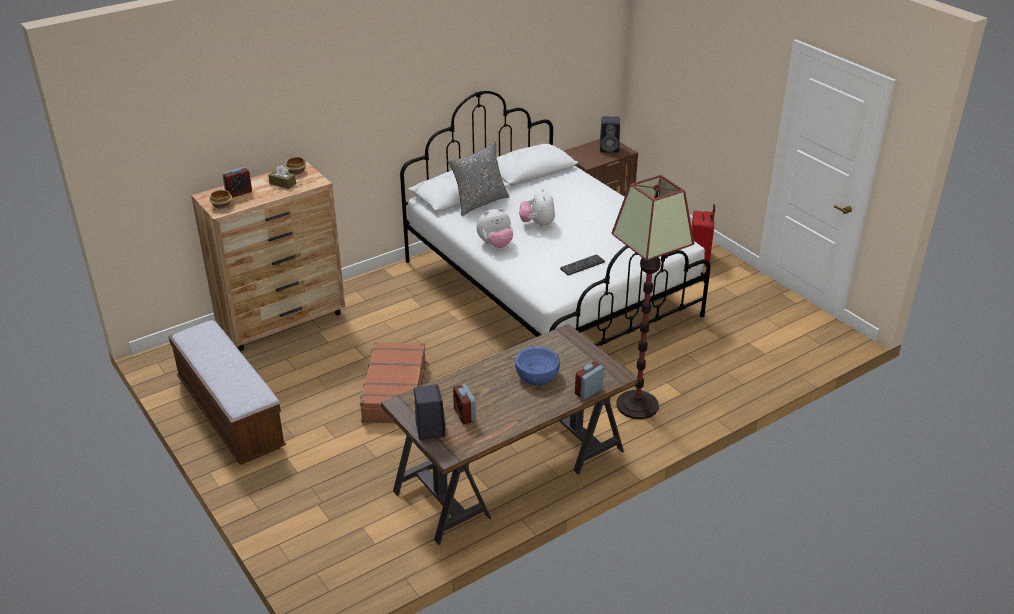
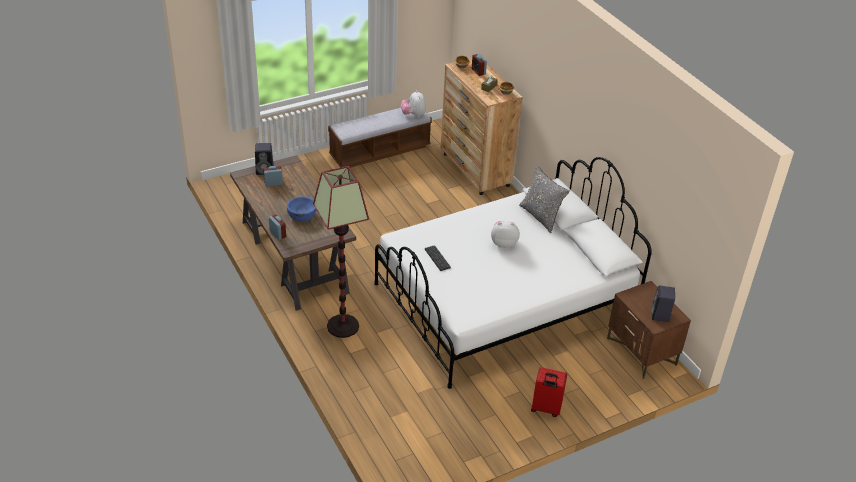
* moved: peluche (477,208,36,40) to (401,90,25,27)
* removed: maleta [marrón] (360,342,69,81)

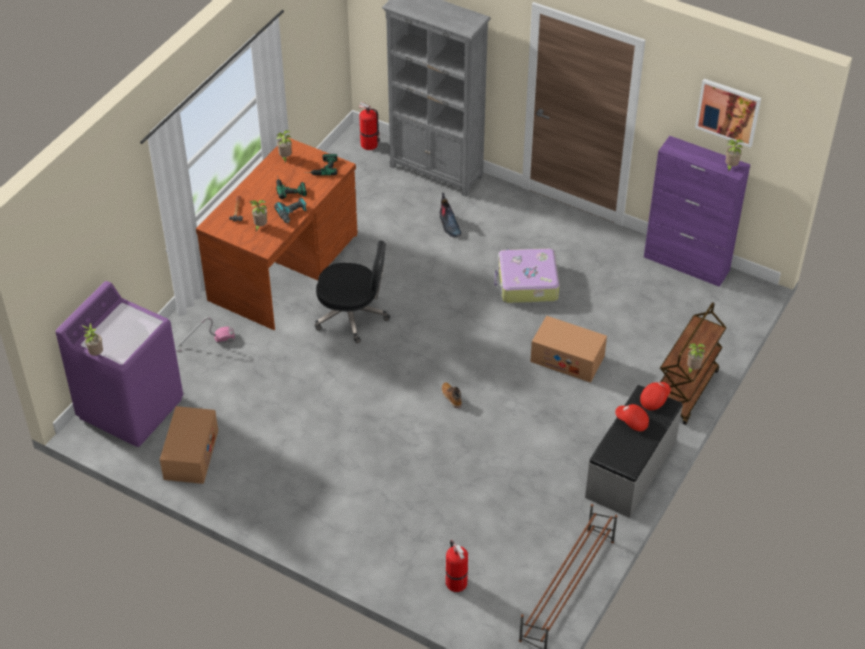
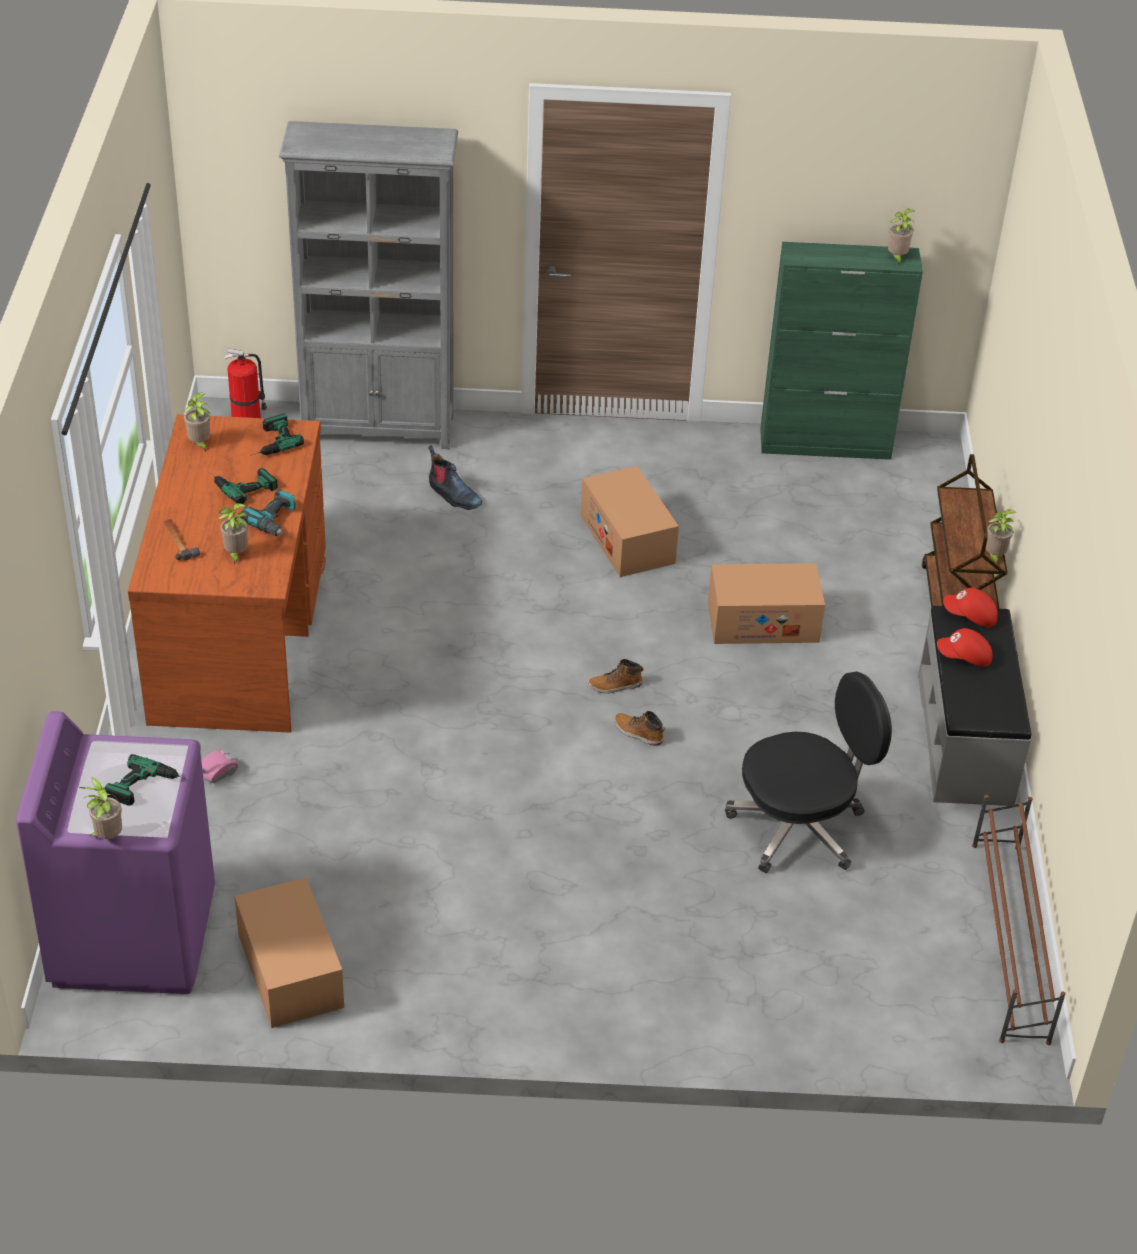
* removed: cuadro (695,79,66,69)
* recoloured: armario [morado] (644,136,107,151) to armario [verde] (760,242,163,218)
* moved: silla de oficina [negro] (315,240,75,103) to (725,671,167,202)
* replaced: maleta (494,248,66,55) to caja de cartón (581,466,98,111)
* turned: gorra [rojo] (640,382,31,28) = (943,588,55,39) 90 degrees counterclockwise
* removed: extintor (446,540,22,52)
* added: bota (588,659,55,34)
* added: taladro (105,754,84,52)

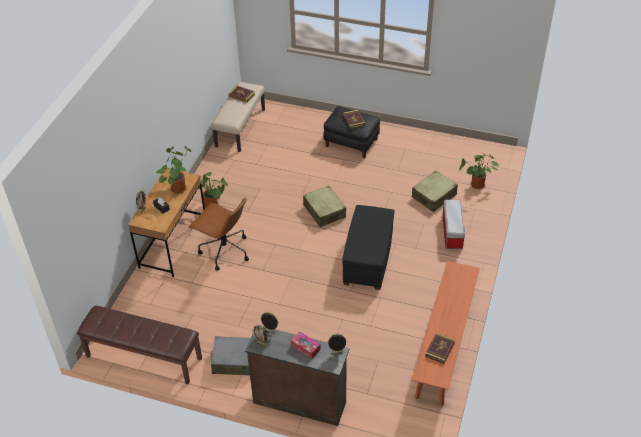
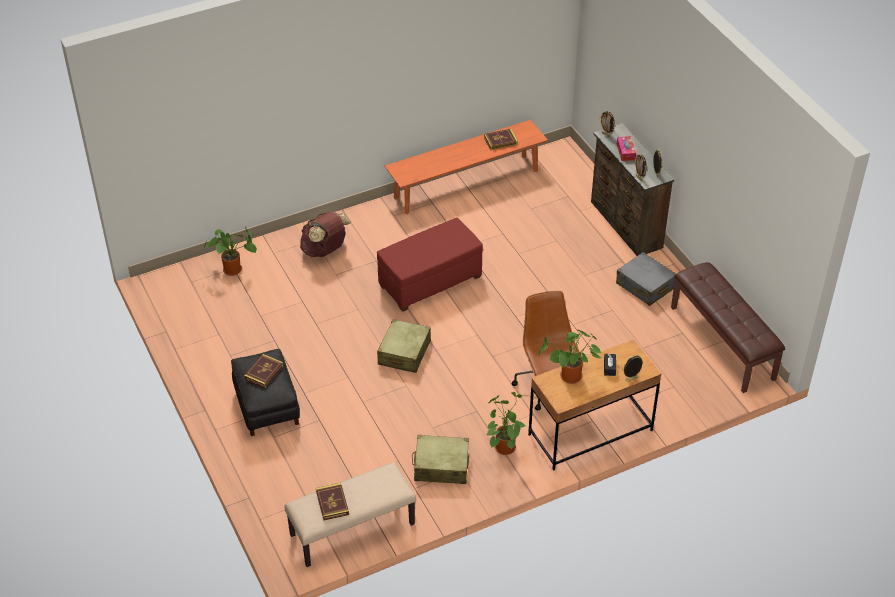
* moved: maleta [beis] (412,171,46,41) to (412,435,57,49)
* replaced: caja de almacenaje (442,200,23,49) to mochila [marrón] (300,211,51,46)
* recoloured: puf [negro] (342,205,53,85) to puf [rojo] (377,218,106,94)

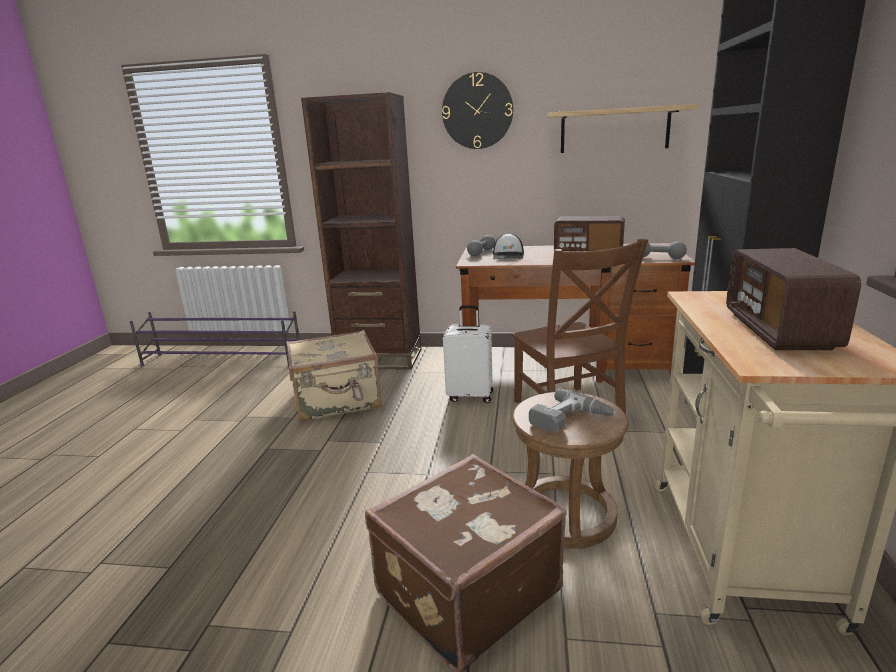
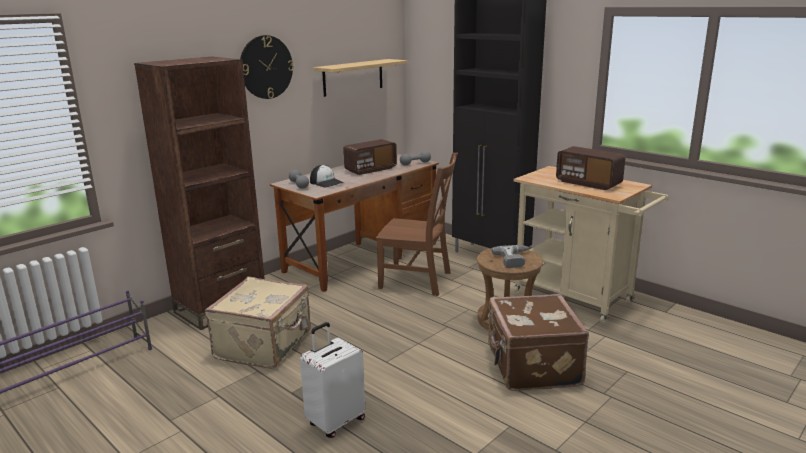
* moved: maleta [blanco] (443,305,50,98) to (300,322,65,116)

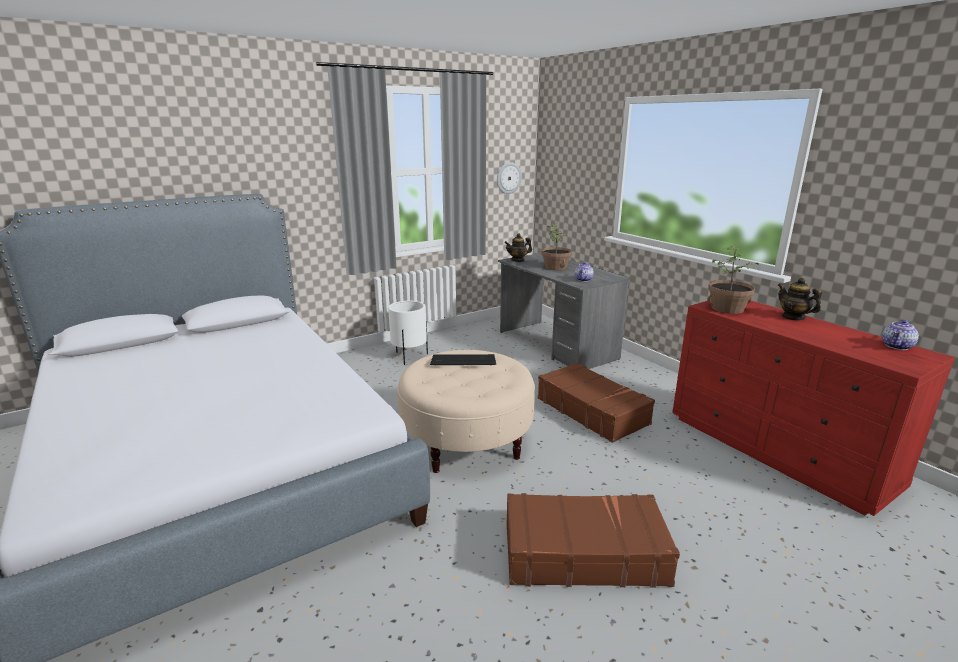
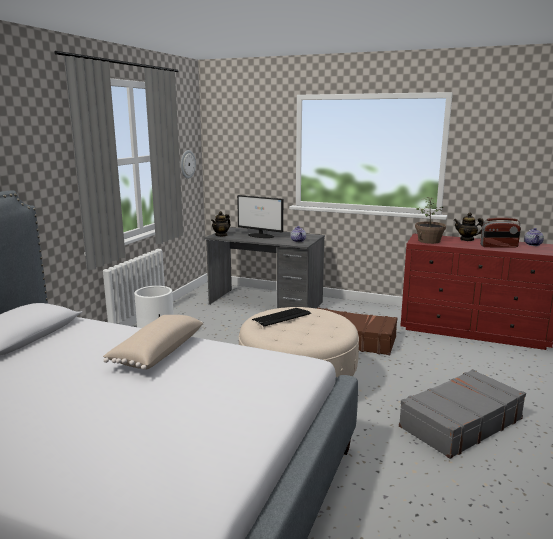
* replaced: planta en maceta (541,223,31,47) to monitor (237,195,46,43)
* recoloured: maleta [marrón] (507,493,173,95) to maleta [gris] (399,369,127,90)
* added: radio (480,218,41,30)
* added: cojín [beis] (103,315,100,55)

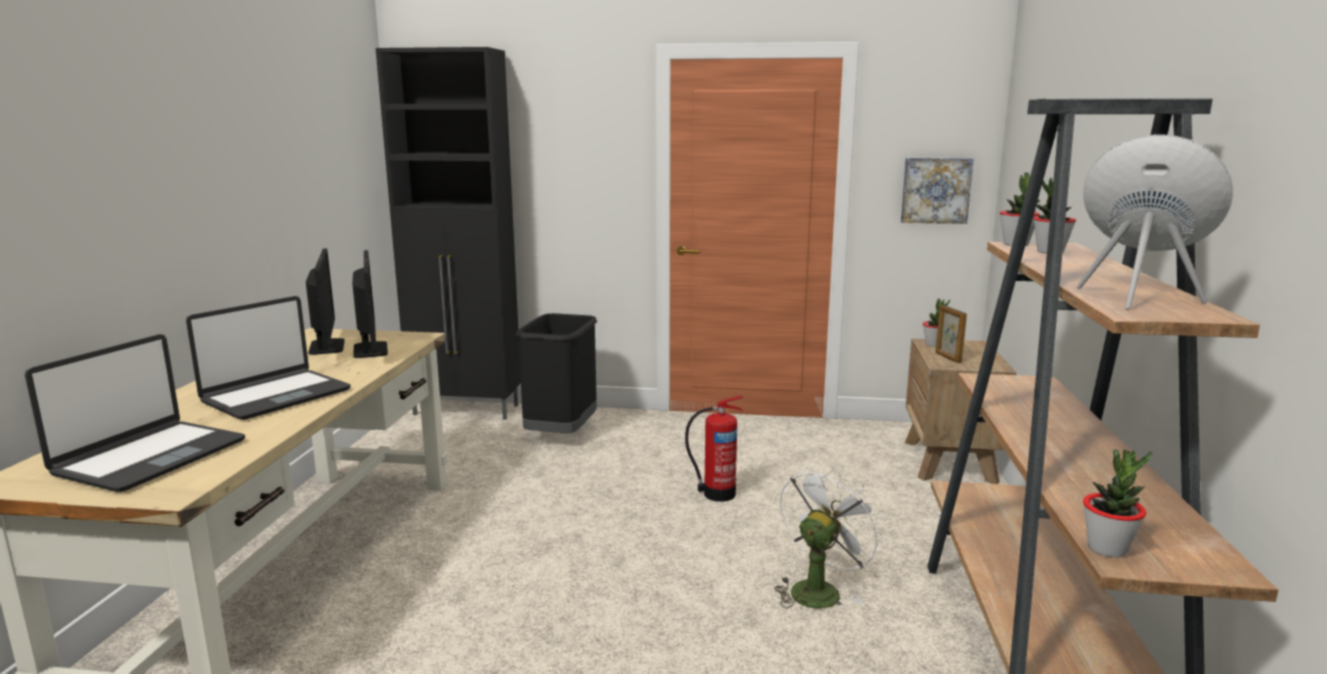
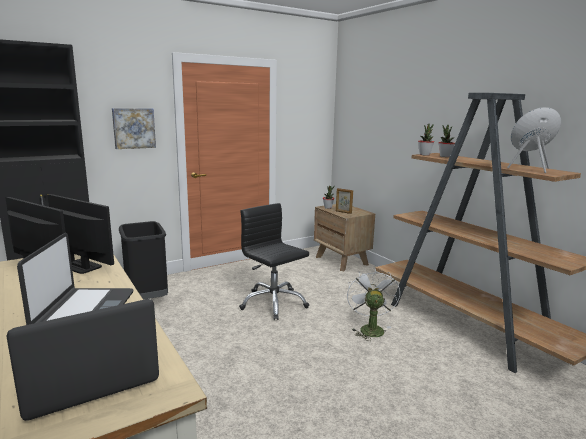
* moved: cuadro (901,157,73,67) to (112,108,44,41)
* turned: portátil (25,334,220,158) = (6,299,153,122) 105 degrees counterclockwise
* replaced: extintor (685,395,58,107) to silla de oficina [negro] (239,203,70,117)
* removed: planta en maceta (1083,449,69,108)

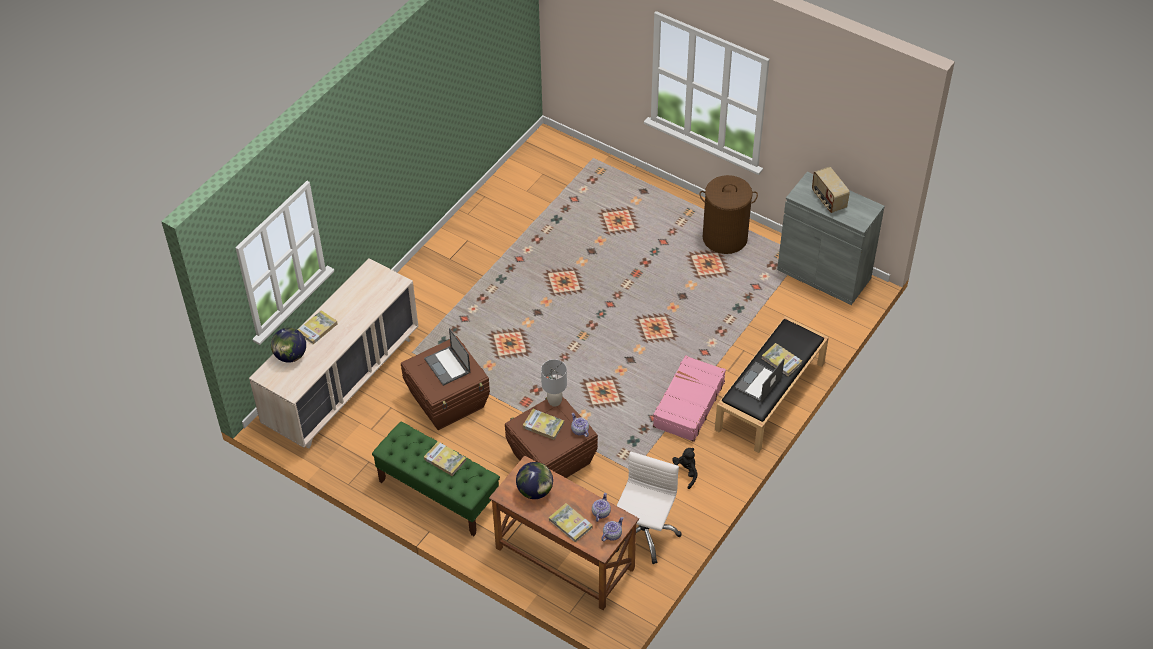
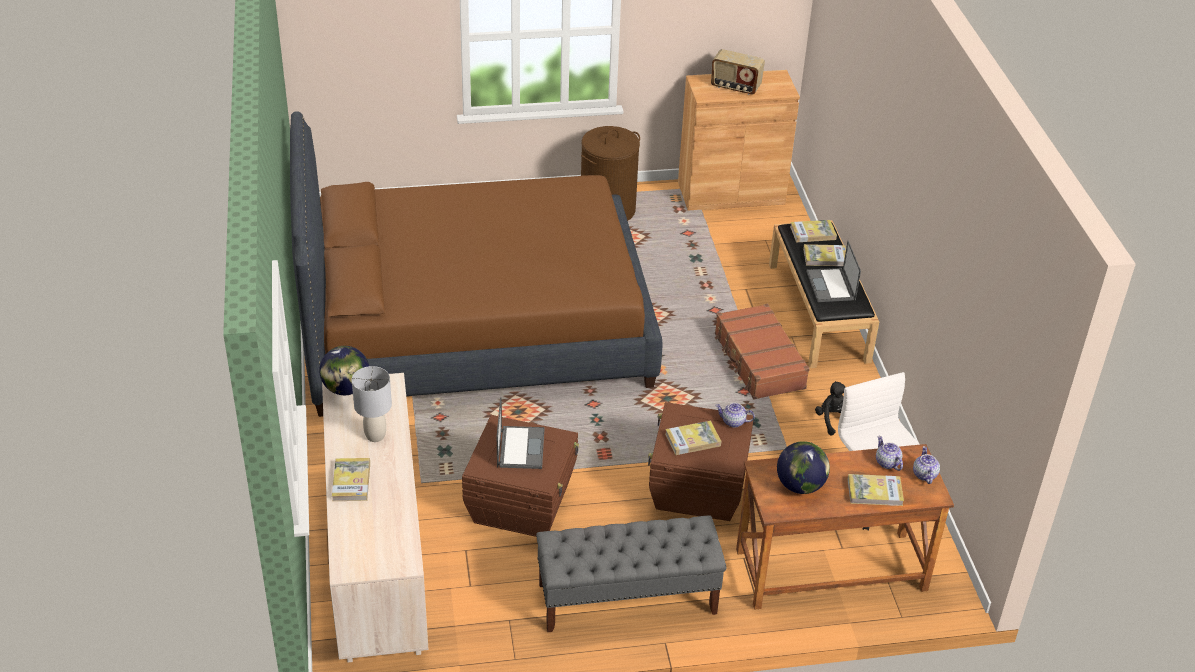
* recoloured: armario [gris] (777,172,108,133) to armario [marrón] (678,70,122,141)
* moved: globo terráqueo (271,328,35,35) to (319,346,50,49)
* turned: portátil (424,328,46,58) = (497,397,48,72) 105 degrees counterclockwise
* recoloured: maleta [rosa] (652,355,74,87) to maleta [marrón] (715,304,95,95)
* moved: lámpara de mesa [gris] (541,359,26,48) to (352,366,40,76)
* recoloured: banco [verde] (372,421,128,115) to banco [gris] (536,515,190,117)
* moved: libro (424,442,42,34) to (790,220,47,22)
* added: cama [marrón] (290,111,373,306)

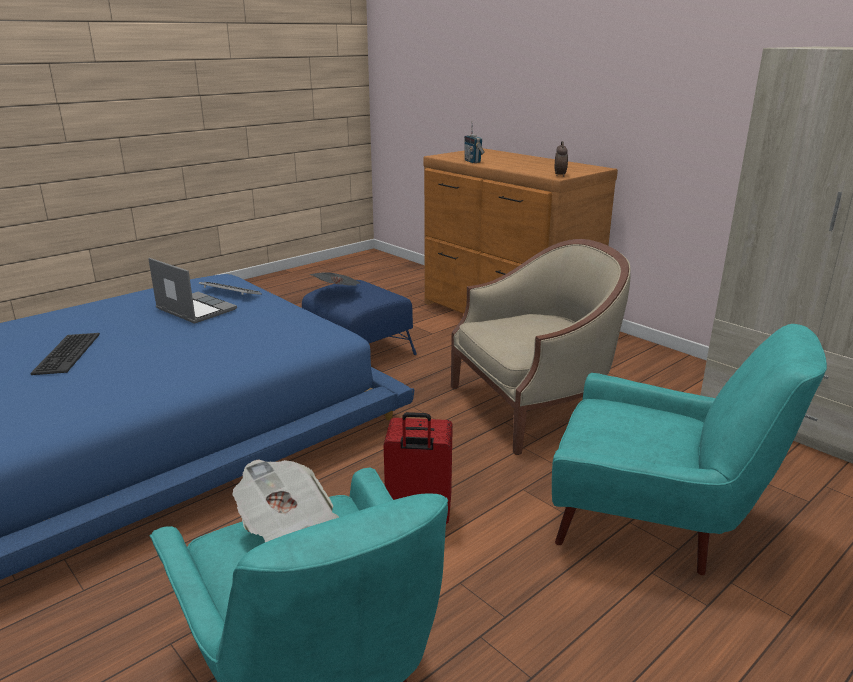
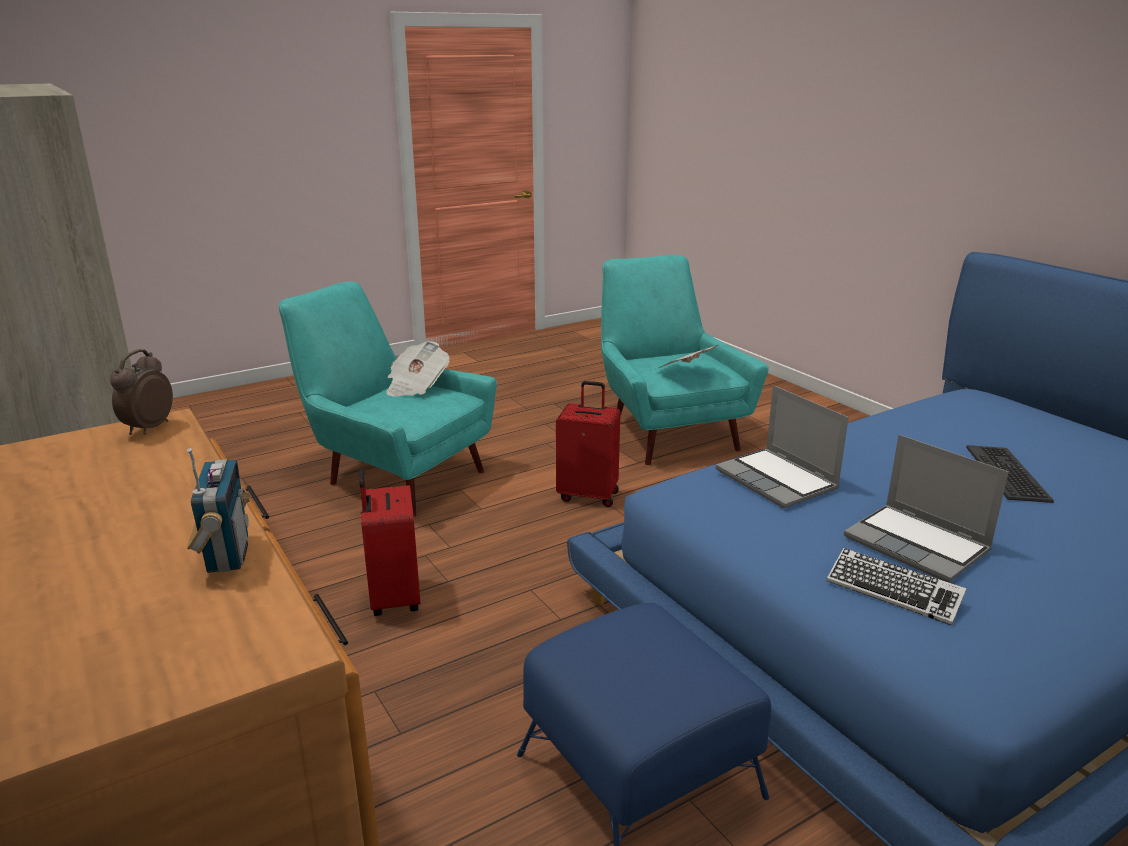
* replaced: sillón [beis] (451,239,180,216) to maleta [rojo] (359,469,62,147)
* moved: periódico (309,273,51,13) to (386,341,64,56)
* added: portátil (716,385,133,123)

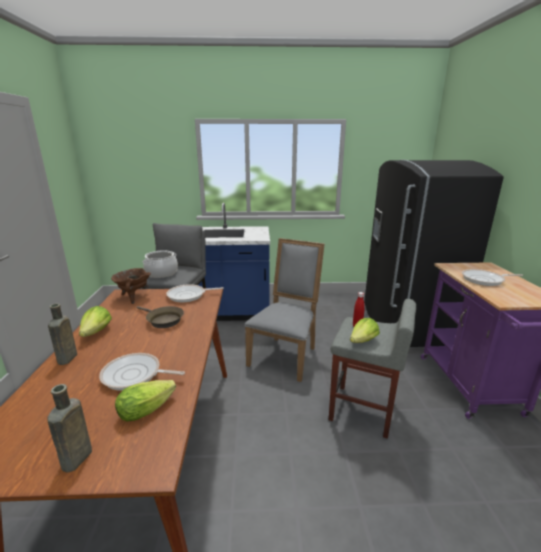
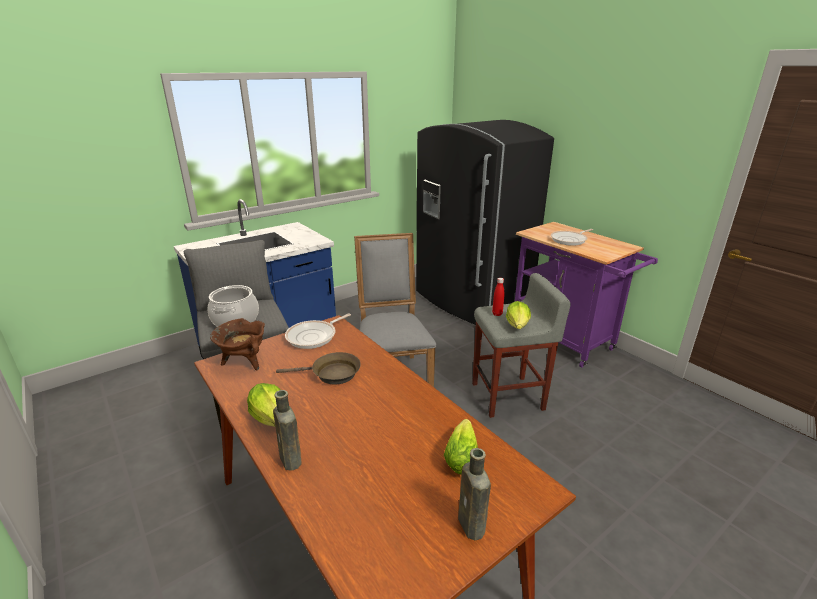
* removed: sartén (99,353,86,38)

